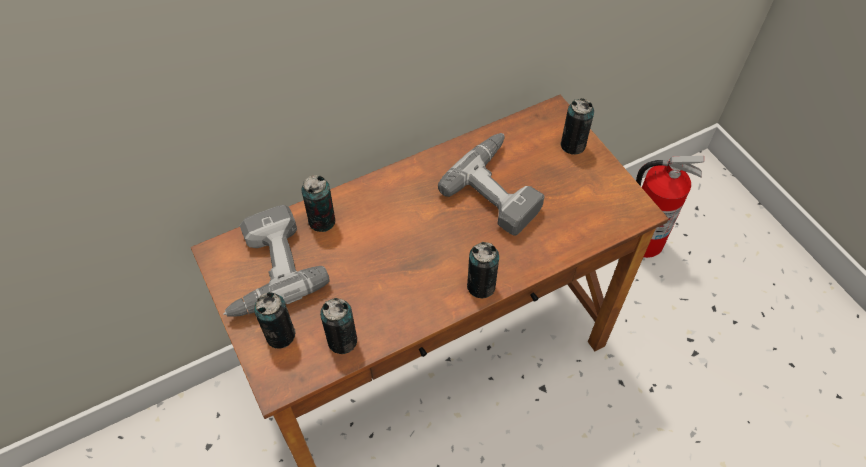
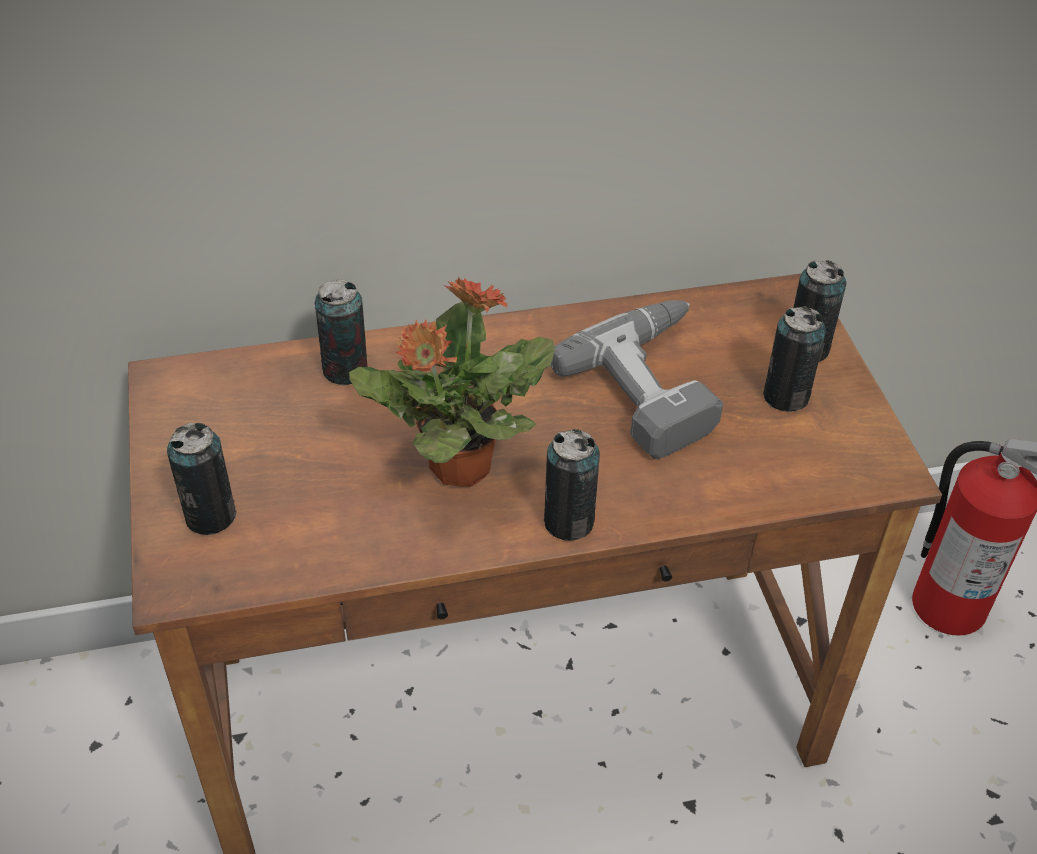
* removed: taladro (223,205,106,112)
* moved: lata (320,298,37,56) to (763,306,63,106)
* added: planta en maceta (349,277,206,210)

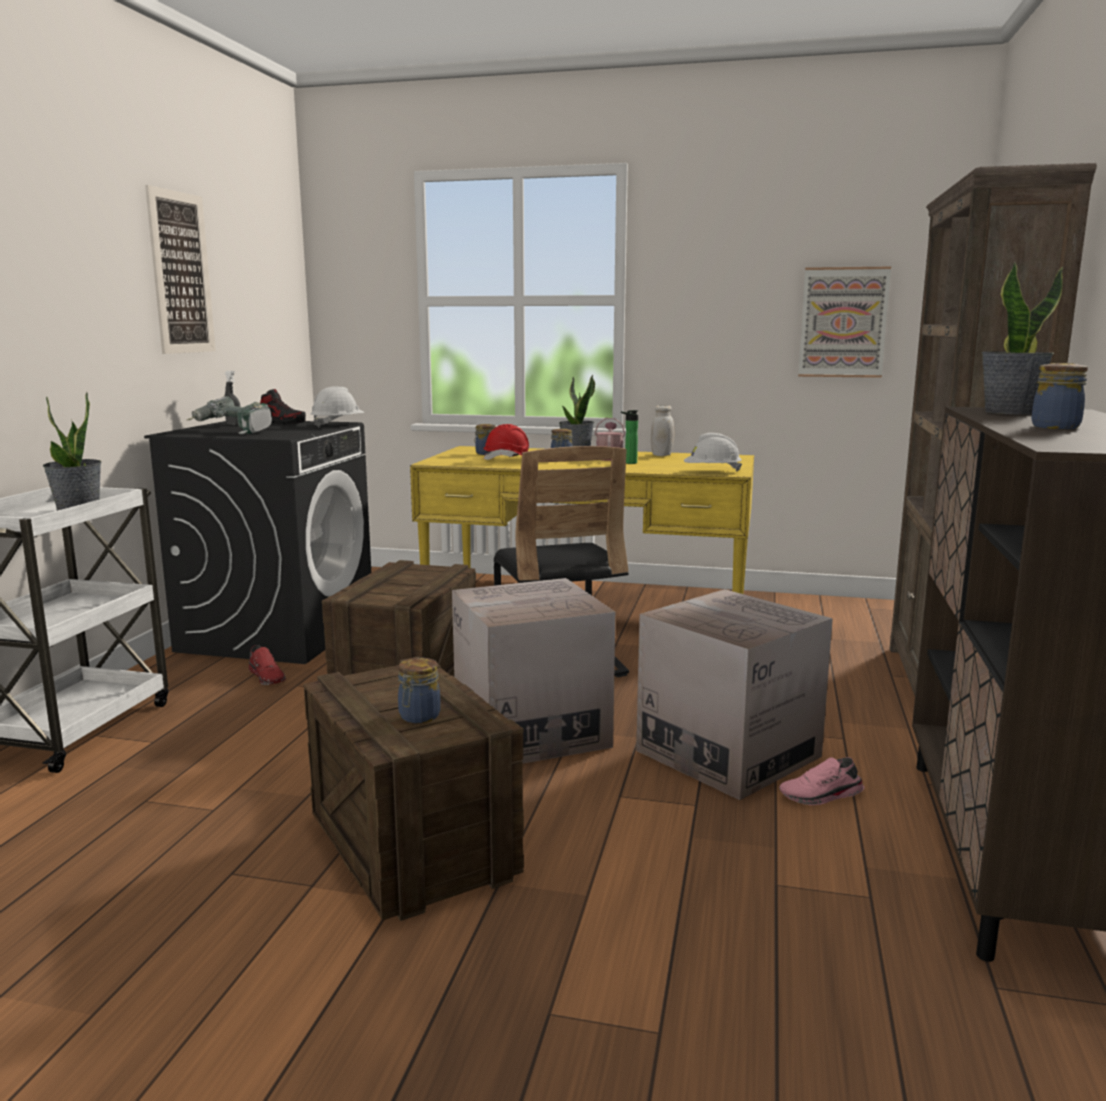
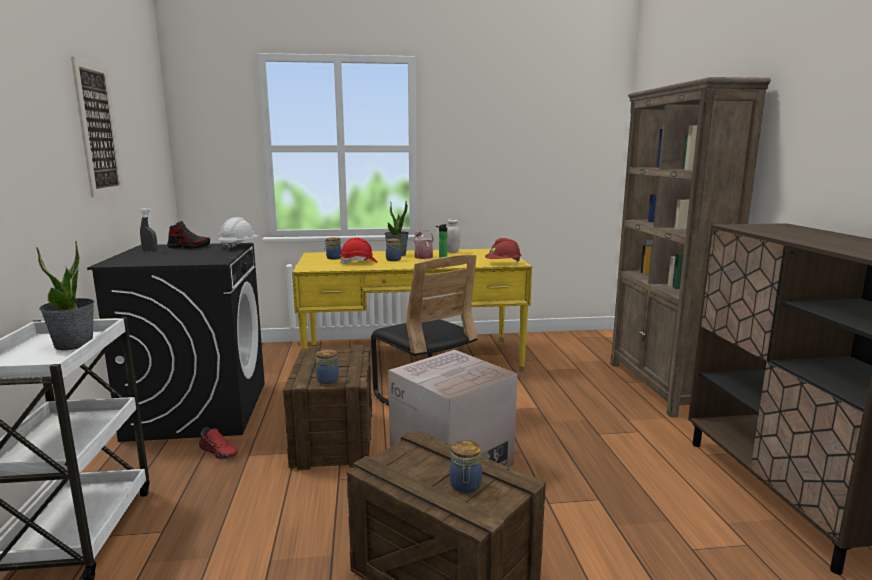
* removed: planta en maceta (981,262,82,152)
* removed: cuadro (798,266,93,112)
* moved: tarro (1031,363,57,66) to (316,349,23,35)
* removed: taladro (187,396,85,38)
* recoloured: casco [blanco] (684,433,58,38) to casco [rojo] (485,238,37,24)
* removed: caja de cartón (636,589,197,211)
* removed: zapato [rosa] (779,757,85,48)

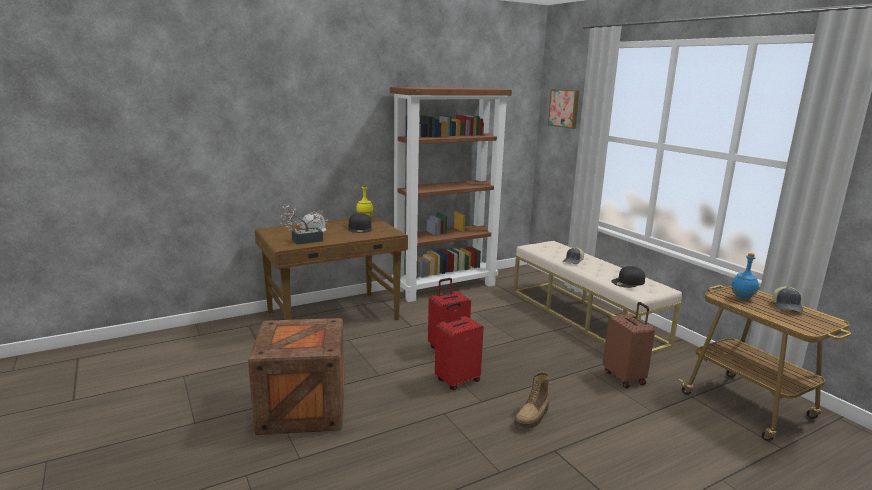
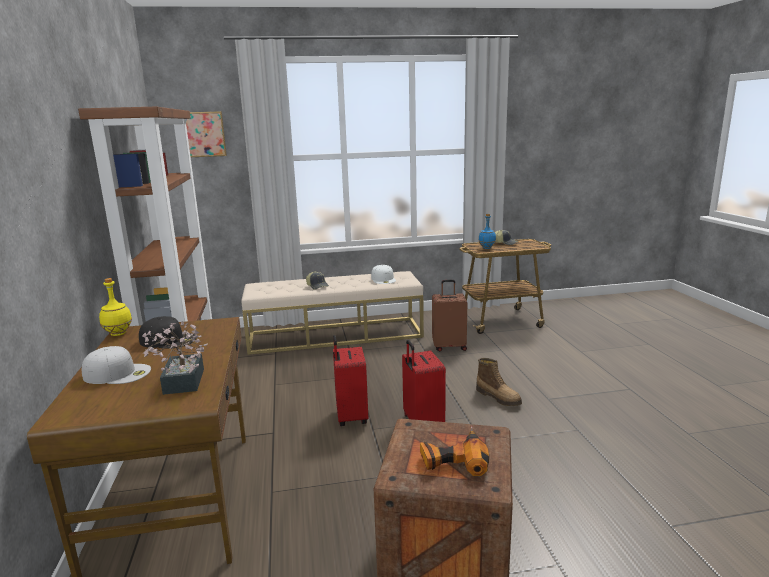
* recoloured: gorra [negro] (611,266,34,22) to gorra [blanco] (371,265,25,19)
* added: taladro (420,426,69,50)

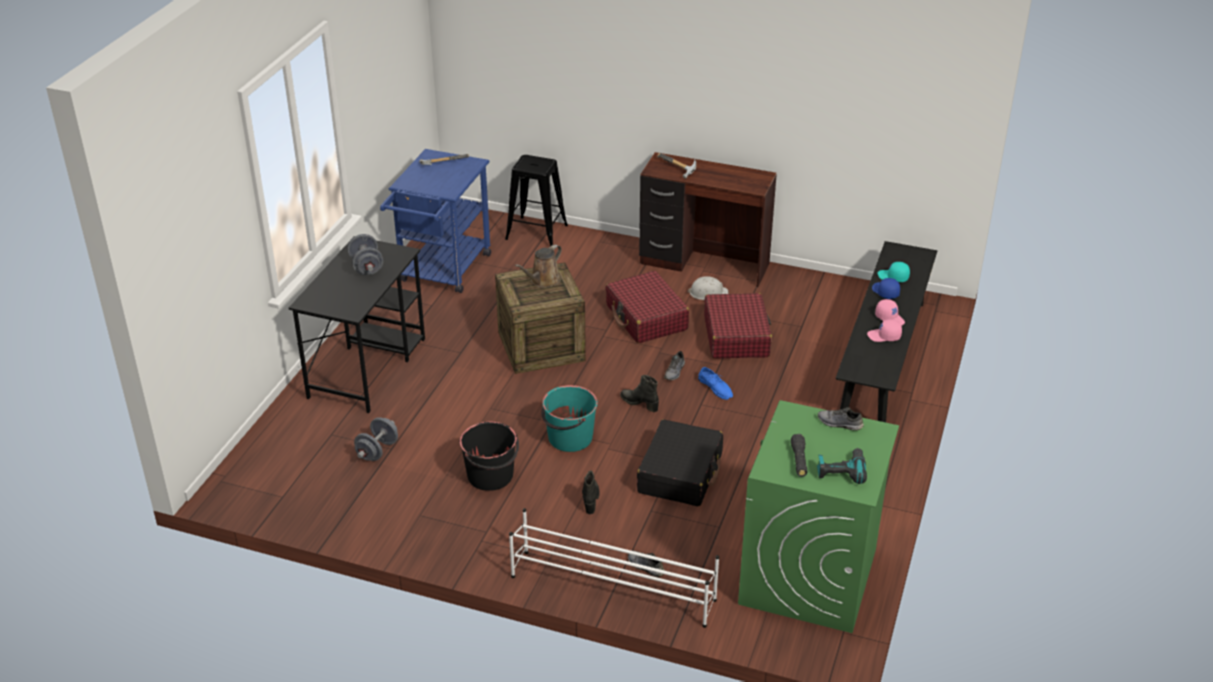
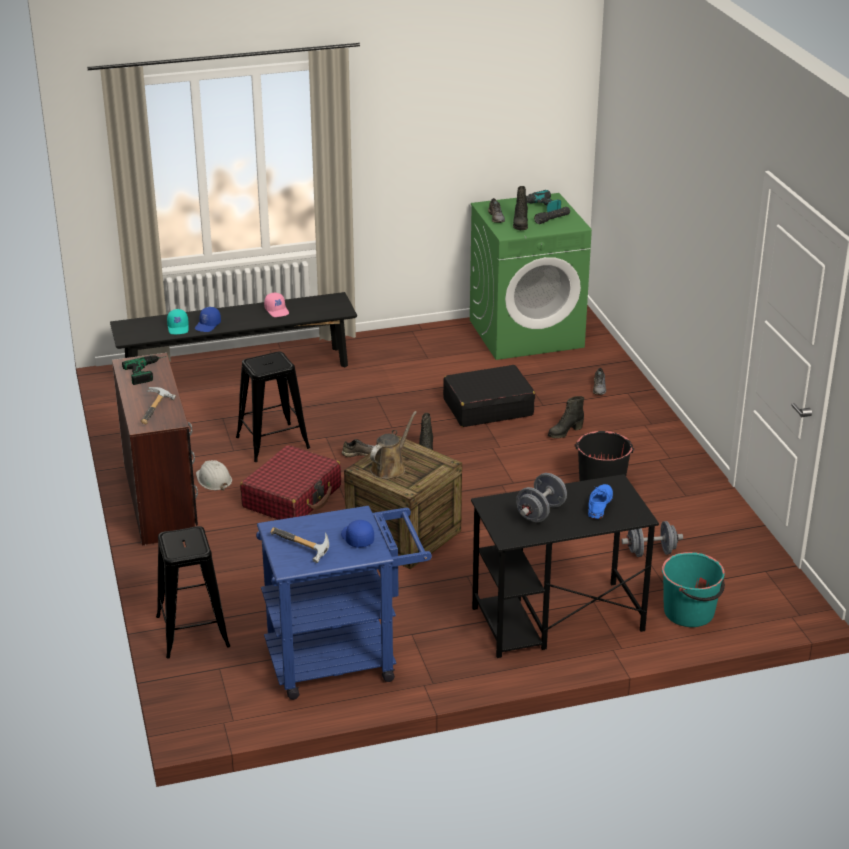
* turned: regadera [marrón] (515,245,47,43) = (370,411,47,68) 60 degrees counterclockwise
* replaced: maleta [rojo] (704,293,68,66) to taburete [negro] (236,352,74,110)
* removed: gorra [rosa] (875,299,30,27)
* moved: zapato [azul] (698,367,35,33) to (588,484,25,35)
* moved: cubo [turquesa] (541,385,57,67) to (662,552,63,75)
* removed: zapatero [blanco] (509,508,210,120)
* added: bota [negro] (513,186,15,44)
* added: taladro (122,355,45,30)
* added: gorra [azul] (341,520,33,28)

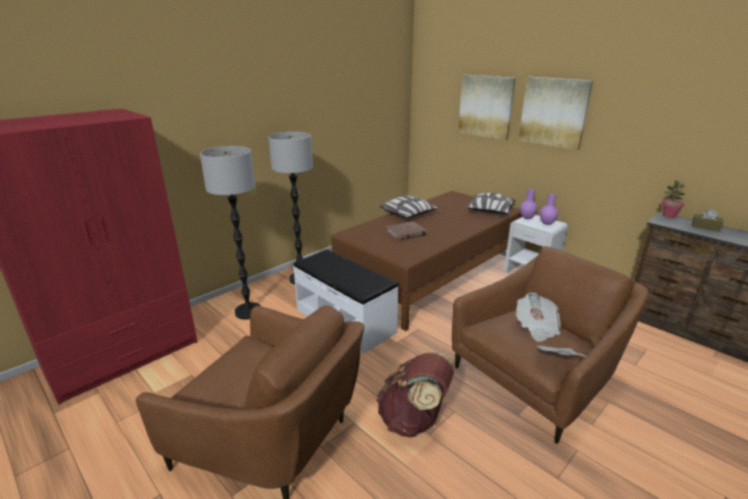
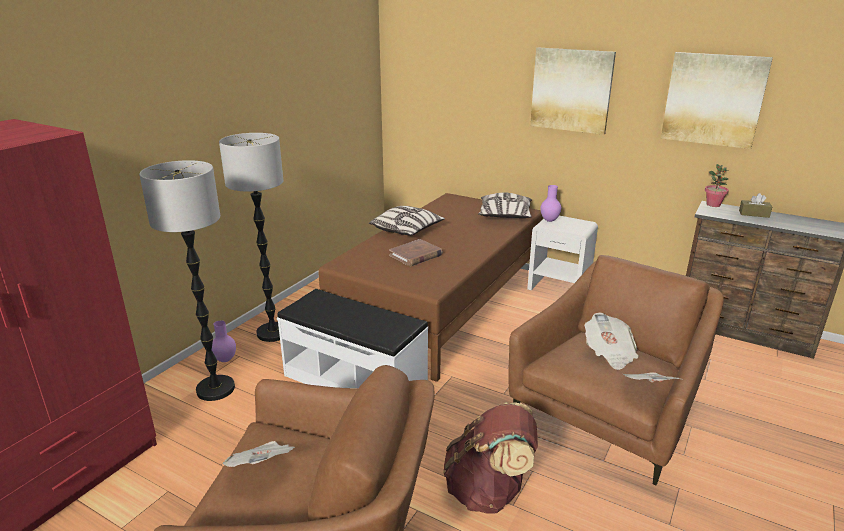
* moved: cuadro (458,74,58,66) to (661,52,112,97)
* moved: florero [morado] (540,194,18,31) to (212,321,24,41)
* added: periódico (223,441,72,26)

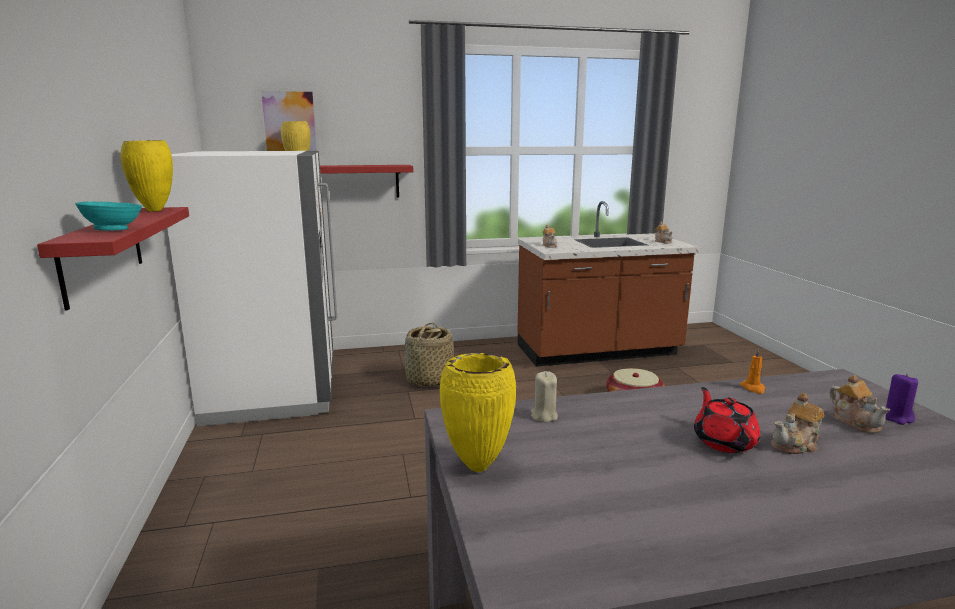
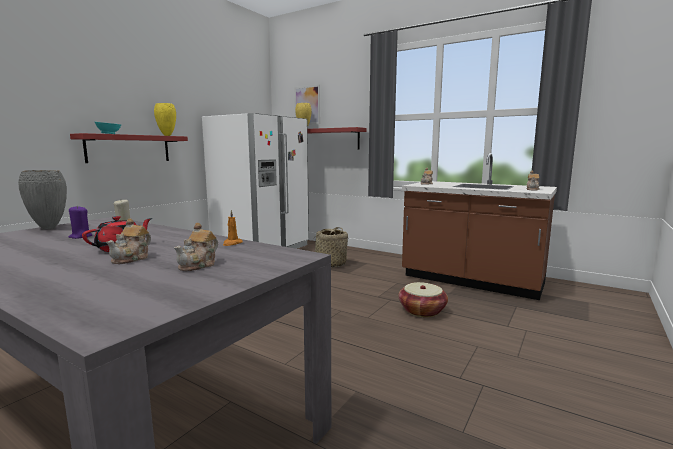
* recoloured: florero [amarillo] (439,353,77,119) to florero [gris] (18,170,49,59)
* moved: vela [morado] (885,374,33,51) to (69,206,23,33)
* turned: tetera (771,393,53,61) = (106,219,45,45) 90 degrees counterclockwise

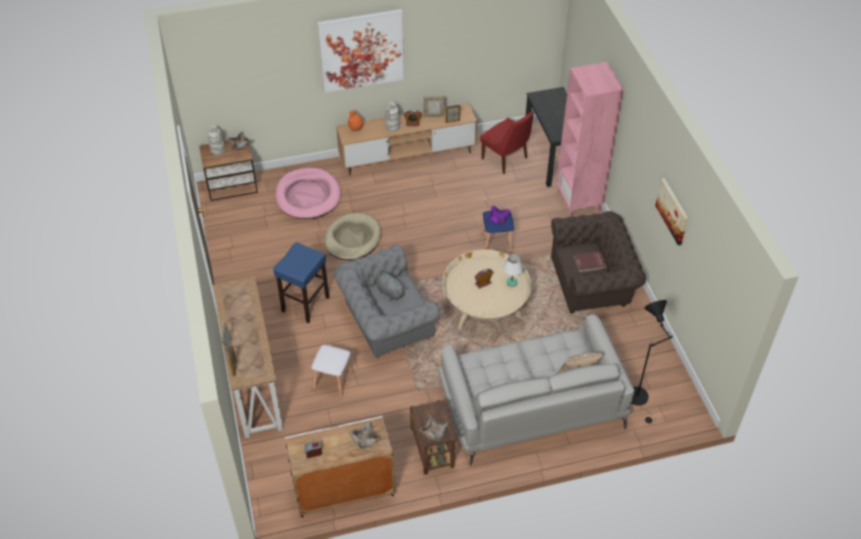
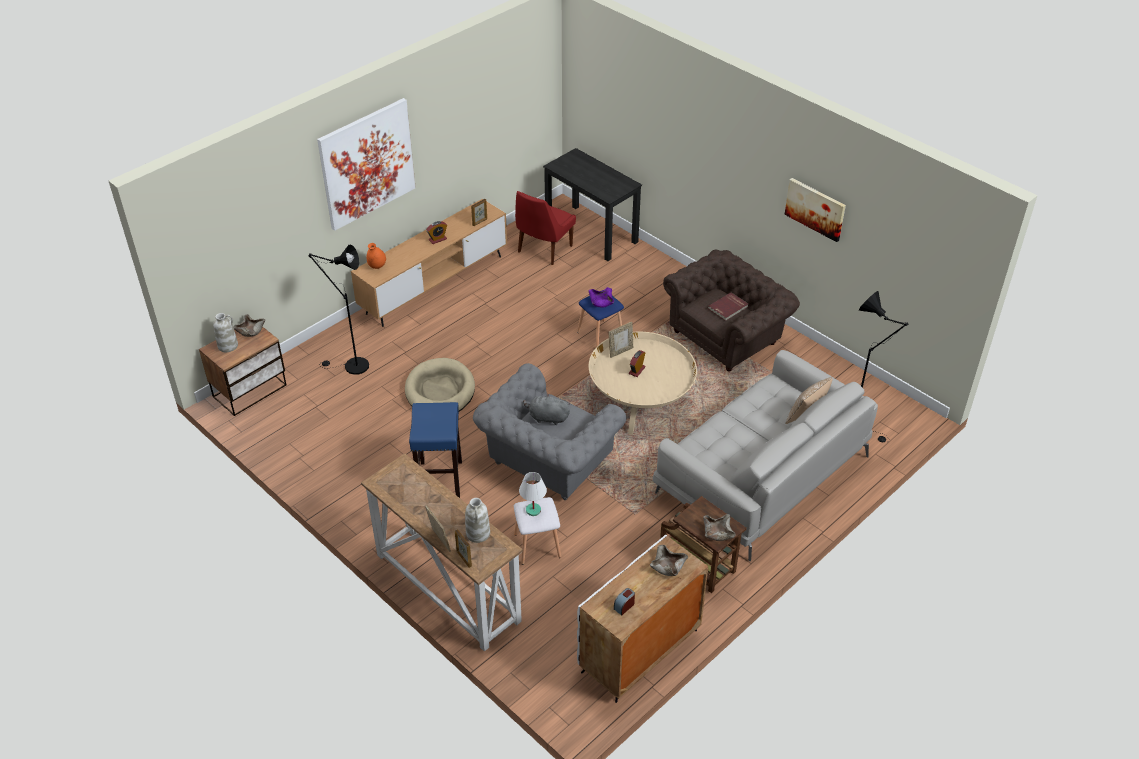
* removed: estantería [rosa] (556,62,68,155)
* moved: portarretratos (423,96,21,21) to (608,322,25,36)
* moved: florero [blanco] (385,102,15,30) to (465,498,25,45)
* turned: silla [rojo] (480,111,53,63) = (515,191,61,74) 105 degrees clockwise
* replaced: cama para perro [rosa] (275,168,66,51) to lámpara de pie [negro] (309,245,60,130)
* moved: lámpara de mesa [blanco] (503,254,20,33) to (519,472,28,44)

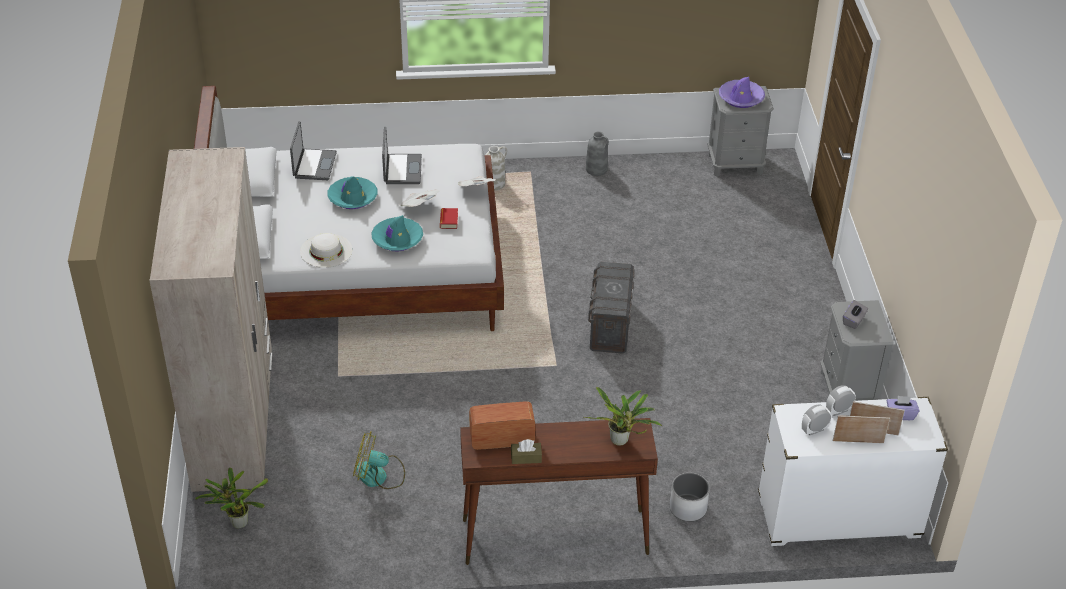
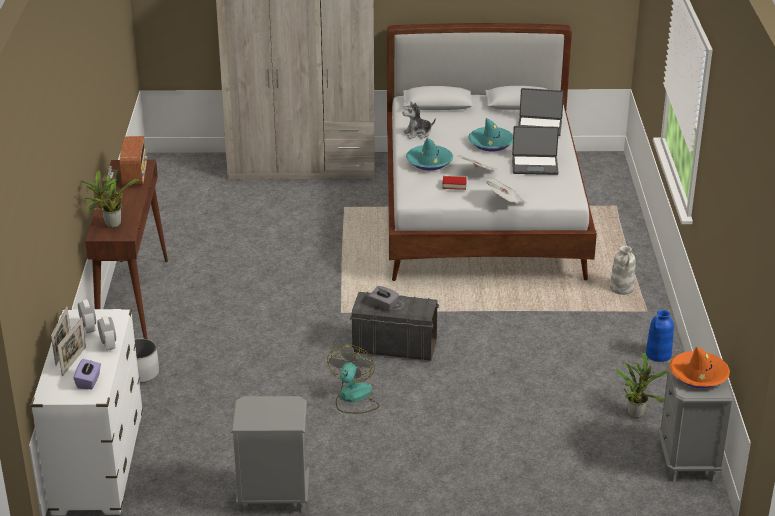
* recoloured: sombrero [morado] (719,77,46,31) to sombrero [naranja] (669,347,61,41)
* recoloured: florero [gris] (586,131,23,45) to florero [azul] (646,310,28,52)
* replaced: sombrero [blanco] (300,233,53,35) to peluche (403,102,33,37)
* moved: caja de pañuelos [gris] (843,300,25,29) to (369,286,30,25)
* moved: ventilador (353,432,52,57) to (327,345,53,69)
* moved: planta en maceta (195,467,73,62) to (616,352,52,66)

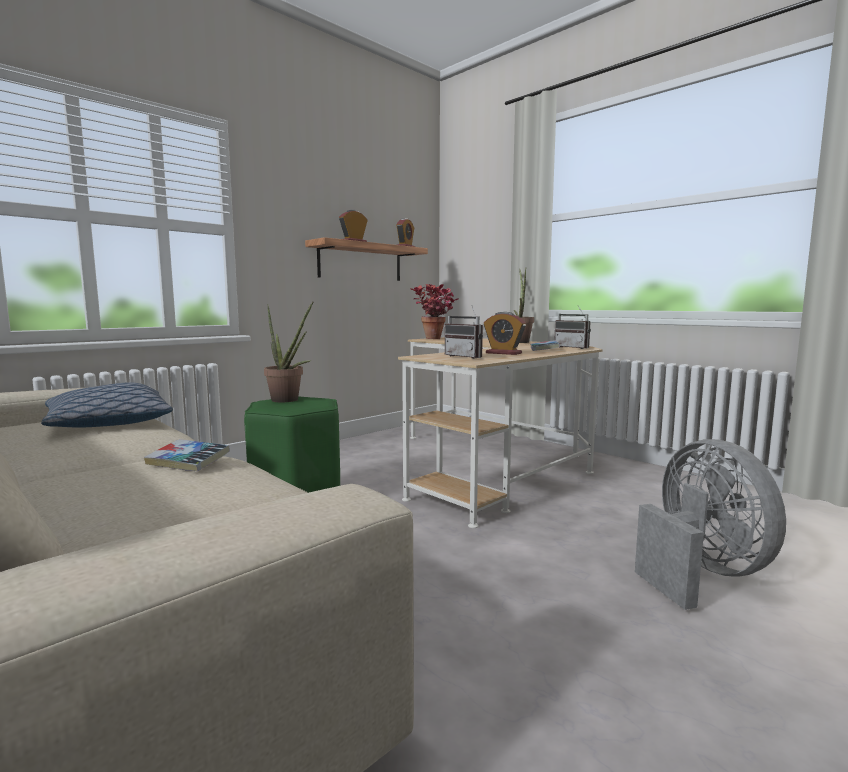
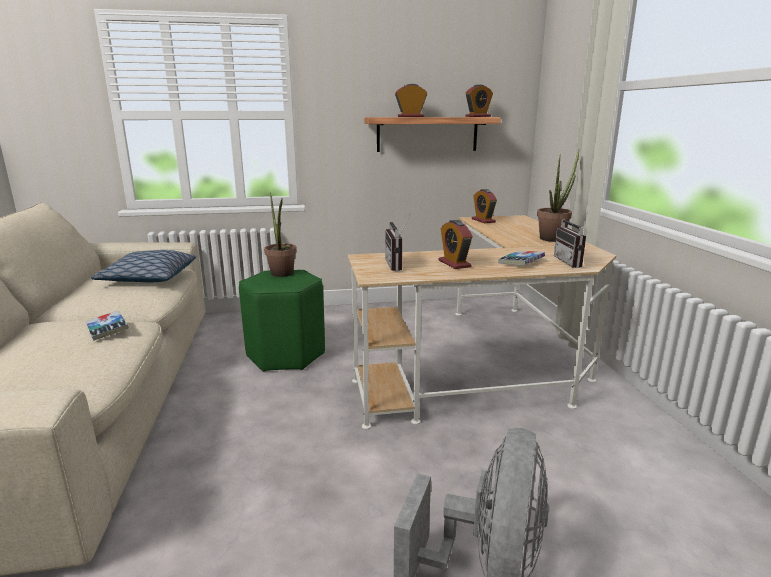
* replaced: planta en maceta (410,284,48,55) to despertador (472,189,25,34)

